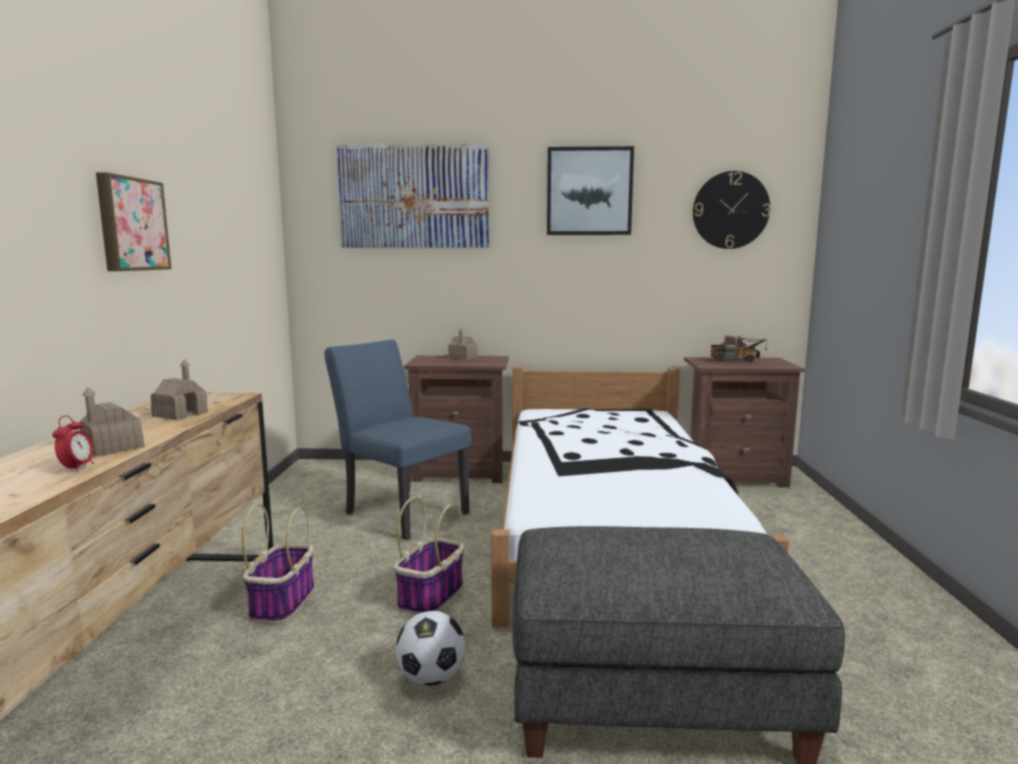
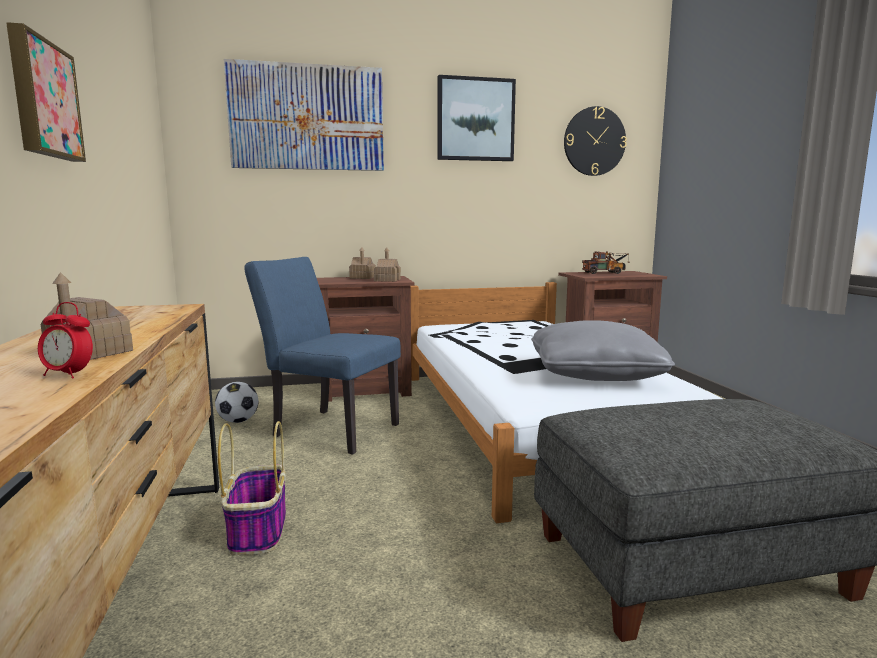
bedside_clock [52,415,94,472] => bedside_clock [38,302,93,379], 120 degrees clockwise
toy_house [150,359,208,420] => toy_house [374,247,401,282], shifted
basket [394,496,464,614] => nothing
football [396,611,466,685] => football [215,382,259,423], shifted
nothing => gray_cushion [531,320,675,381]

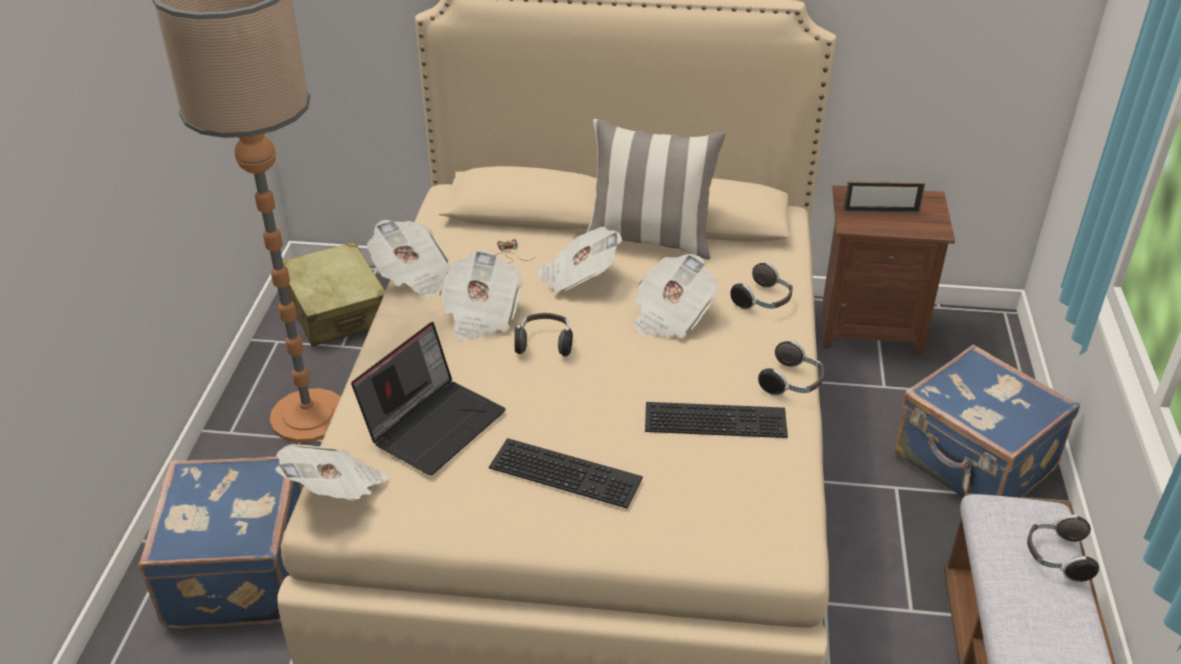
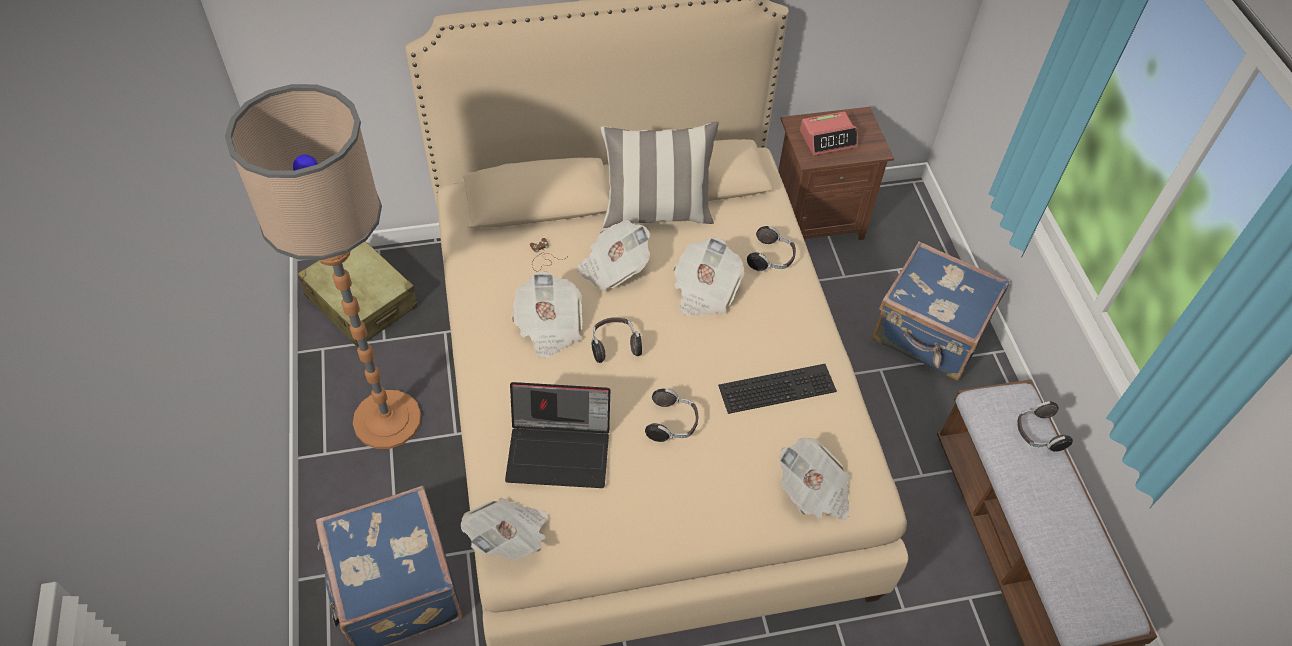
portable_computer [351,322,506,476] => portable_computer [505,382,610,488], 75 degrees clockwise
printed_paper [367,220,451,298] => printed_paper [779,438,850,520], shifted
computer_keyboard [489,438,643,508] => nothing
pair_of_headphones [758,341,824,396] => pair_of_headphones [645,389,698,442], shifted
photo_frame [843,181,925,213] => bedside_clock [800,111,858,156]

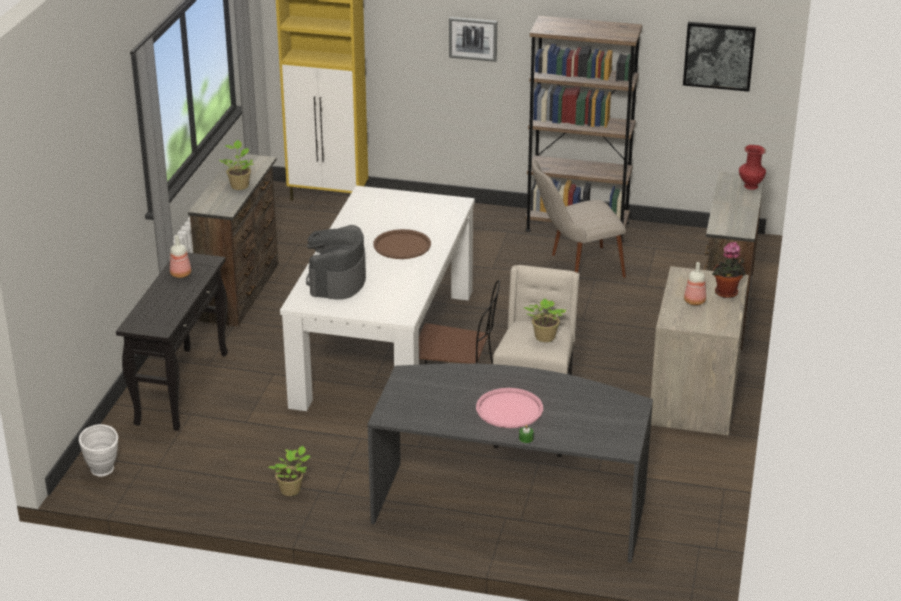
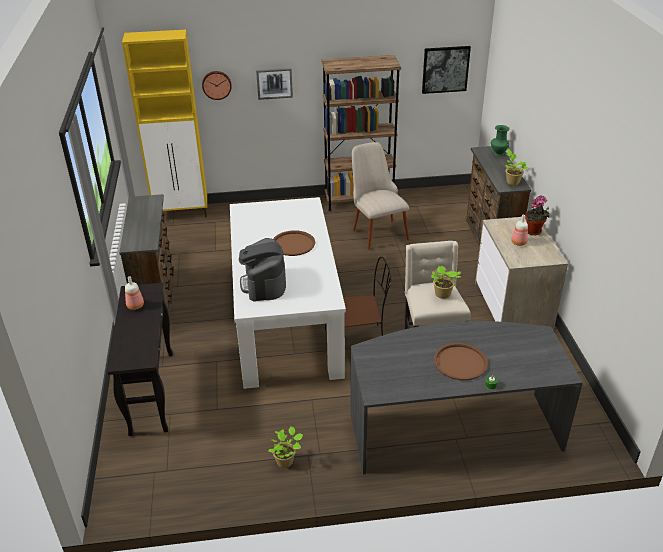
white_vase [79,424,118,476] => nothing
houseplant [219,140,254,190] => houseplant [505,149,528,185], shifted
pink-coloured_serving_tray [476,388,543,428] => brown_serving_tray [434,343,488,380]
sand-coloured_plain_chair [532,159,626,278] => sand-coloured_plain_chair [352,142,409,250], 105 degrees clockwise
reddish_vase [739,145,766,190] => greenish_vase [491,125,510,156]
nothing => hanging_clock [202,71,232,100]

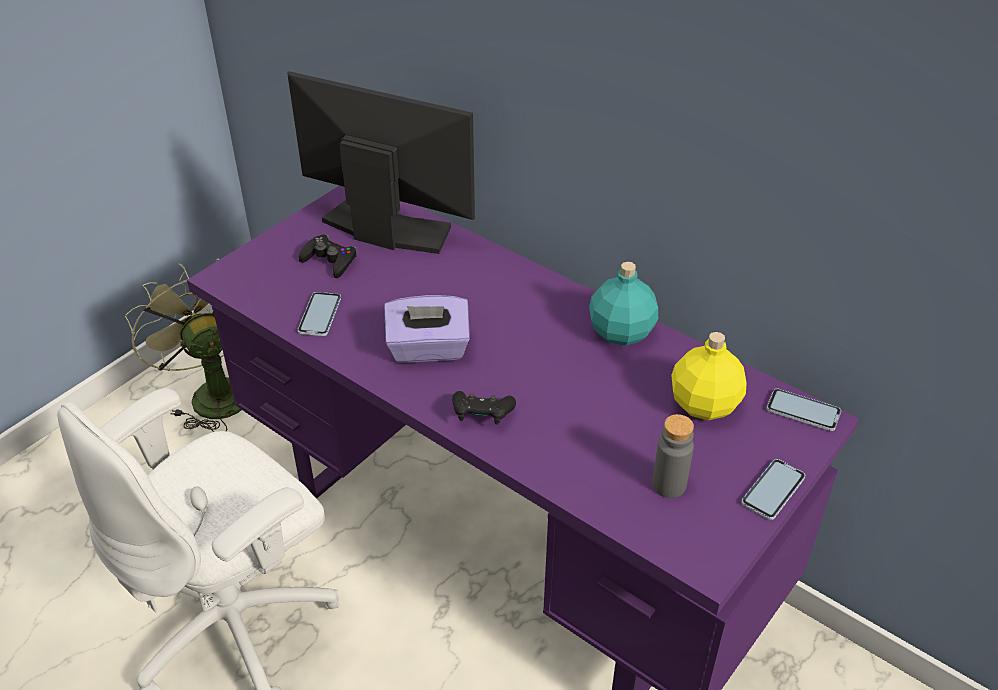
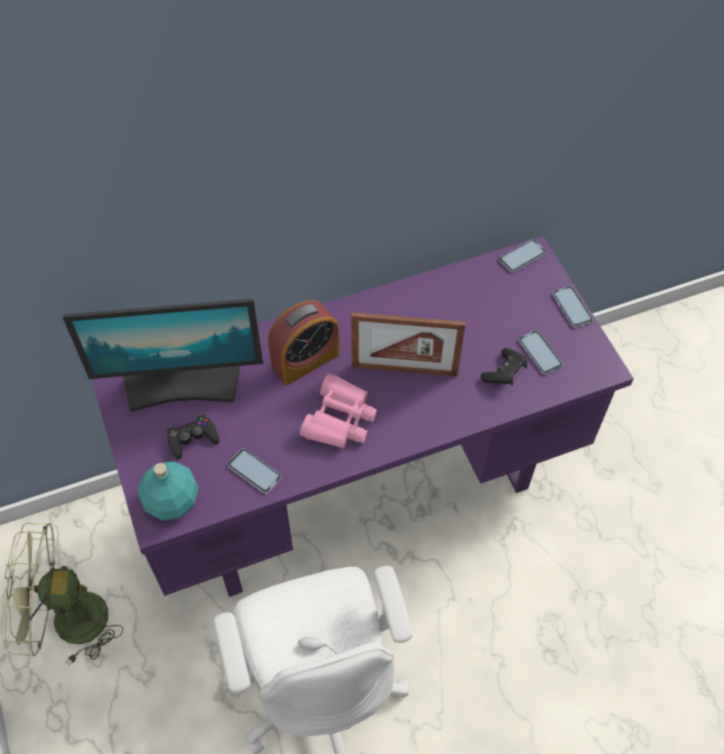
monitor [287,71,475,254] => monitor [62,299,263,412], 150 degrees counterclockwise
purplish_tissue_box [384,295,470,363] => pink-coloured_pair_of_binoculars [300,374,377,449]
blackish_game_controller [452,391,516,425] => blackish_game_controller [481,348,527,385], shifted
turquoise-coloured_drink_bottle [589,262,658,346] => turquoise-coloured_drink_bottle [138,461,199,521], shifted
gray_drink_bottle [652,414,694,498] => phone [518,330,563,375]
yellowish_drink_bottle [671,332,747,420] => nothing
nothing => bedside_clock [268,300,340,385]
nothing => photo_frame [351,312,465,376]

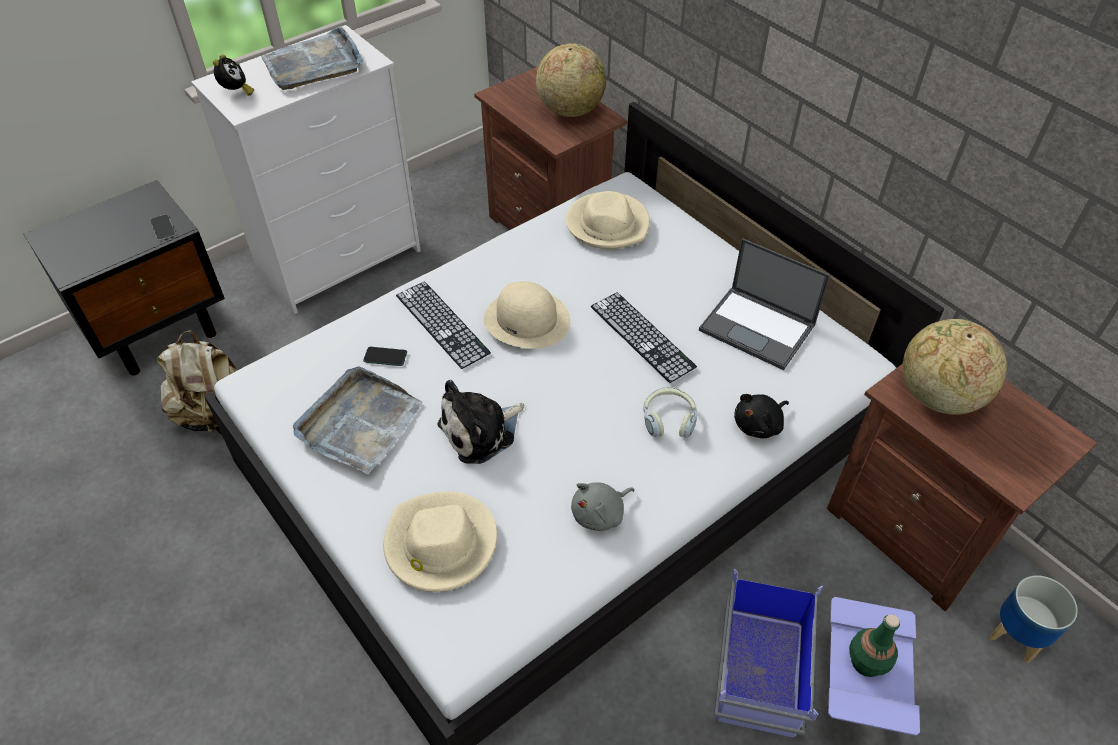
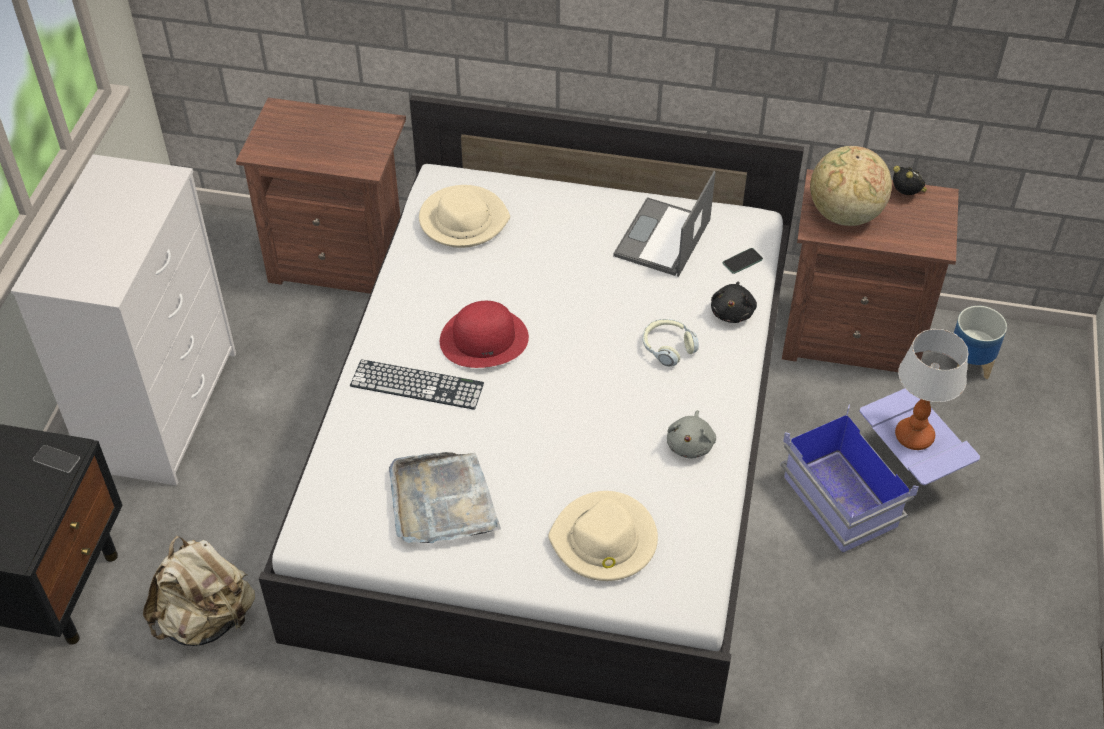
bedside_clock [213,54,254,96] => bedside_clock [893,166,927,195], shifted
gray_serving_tray [261,26,363,90] => nothing
phone [363,347,407,366] => phone [723,248,763,274], shifted
cuddly_toy [437,380,524,464] => nothing
sand-coloured_clothing_hat [484,281,570,349] => reddish_clothing_hat [440,301,529,368]
world_globe [536,43,606,117] => nothing
computer_keyboard [591,292,697,383] => nothing
portable_computer [699,238,830,370] => portable_computer [613,171,716,277], 120 degrees clockwise
greenish_drink_bottle [849,614,900,677] => table_lamp [895,329,969,450]

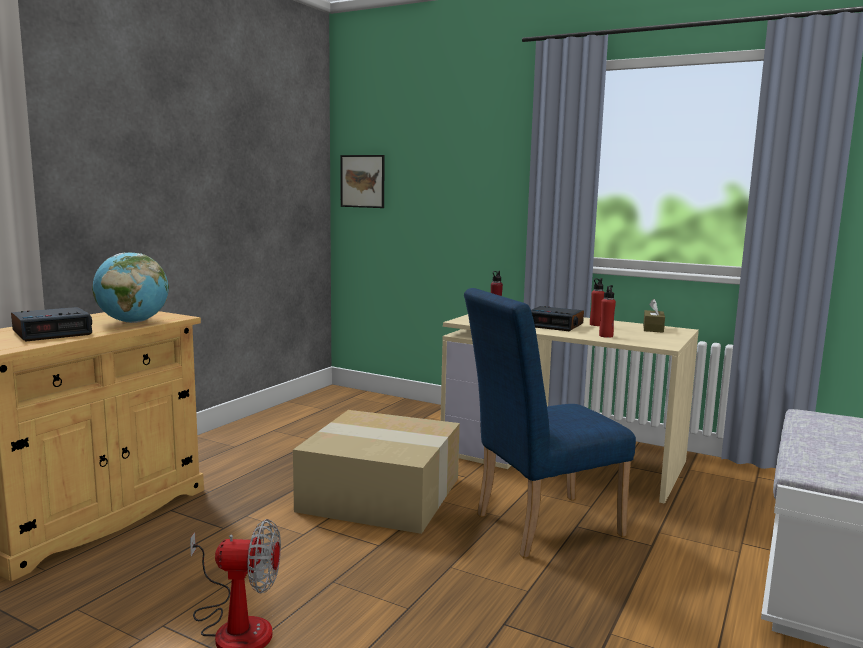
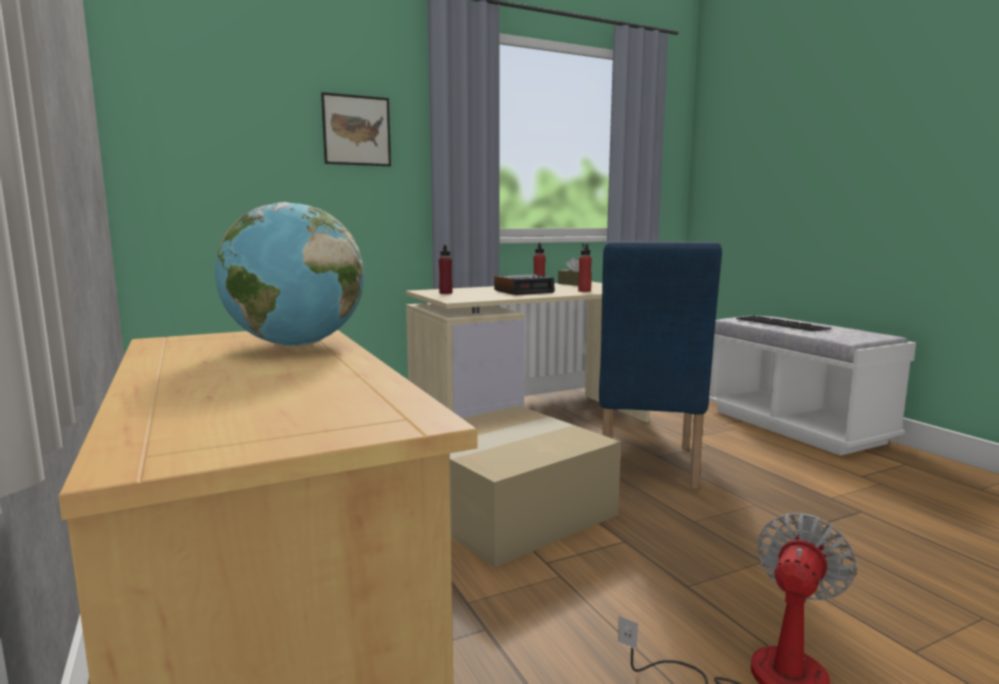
bedside_clock [11,307,92,341] => nothing
wall_art [340,155,385,208] => wall_art [321,92,391,166], shifted
nothing => computer_keyboard [736,316,831,331]

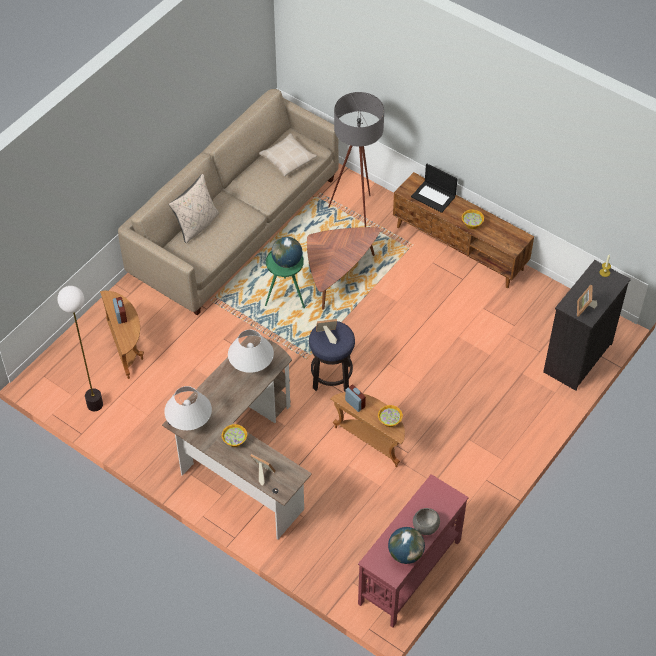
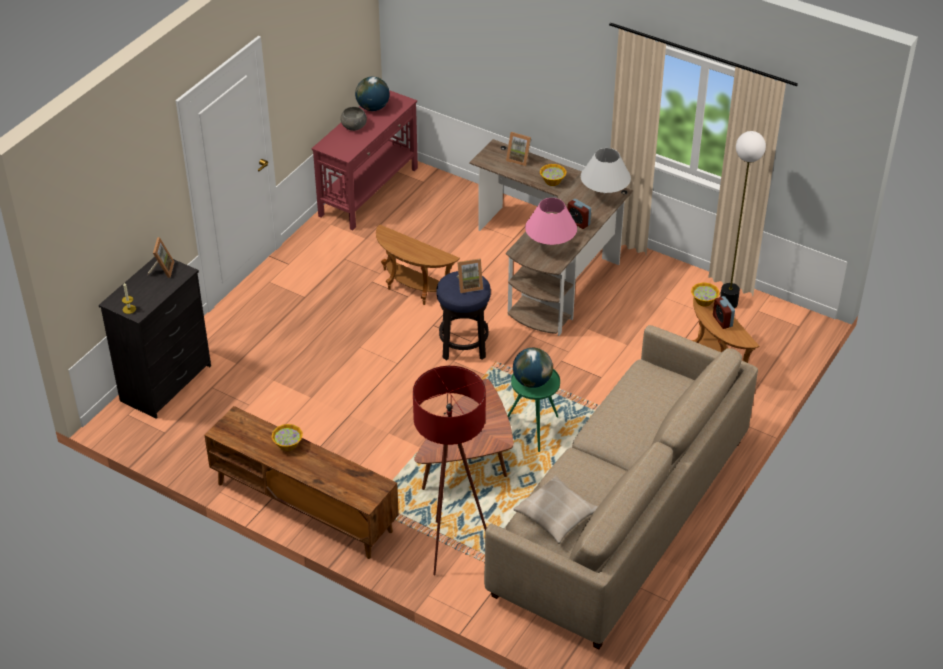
sand-coloured_cushion [169,174,219,243] => nothing
white_table_lamp [228,330,274,373] => pink-coloured_table_lamp [525,198,577,245]
gray_floor_lamp [328,92,384,227] => reddish_floor_lamp [413,366,487,575]
bedside_clock [345,385,366,412] => bedside_clock [567,199,591,229], shifted
deep_dish [378,405,403,427] => deep_dish [691,282,720,306], shifted
portable_computer [411,164,457,213] => nothing

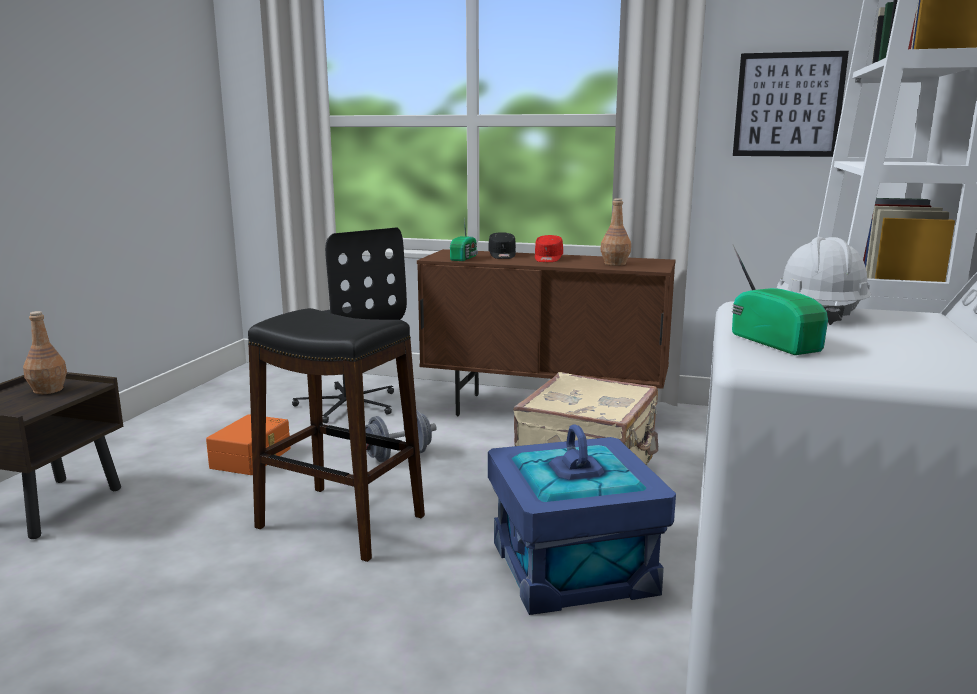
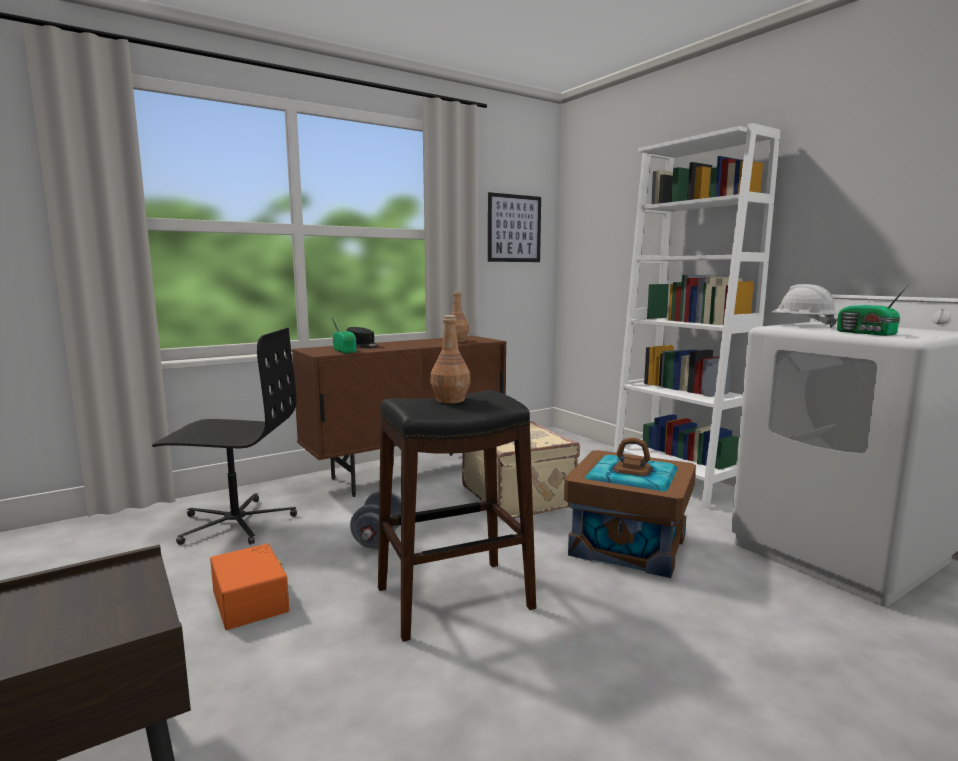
brown_drink_bottle [23,311,67,394] => brown_drink_bottle [431,315,471,404], shifted
blue_storage_container [488,424,676,615] => brown_storage_container [564,438,696,578]
reddish_peaked_cap [535,235,563,262] => nothing
radio_receiver [732,245,828,355] => radio_receiver [837,284,909,336], 135 degrees counterclockwise

